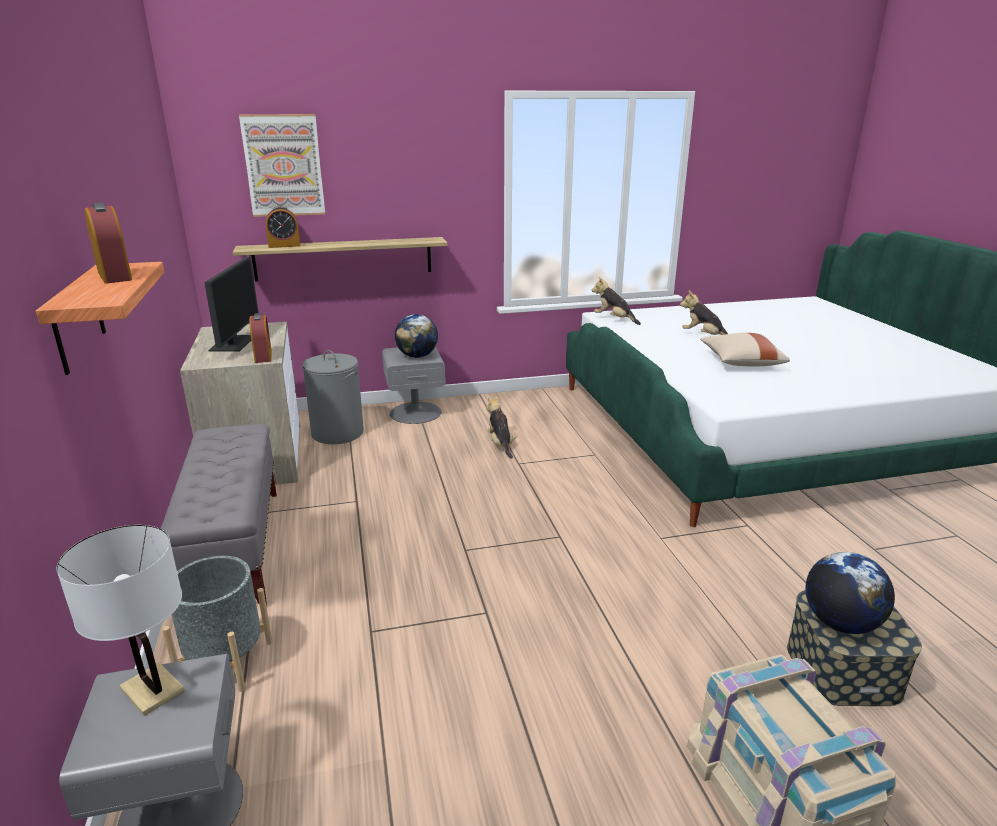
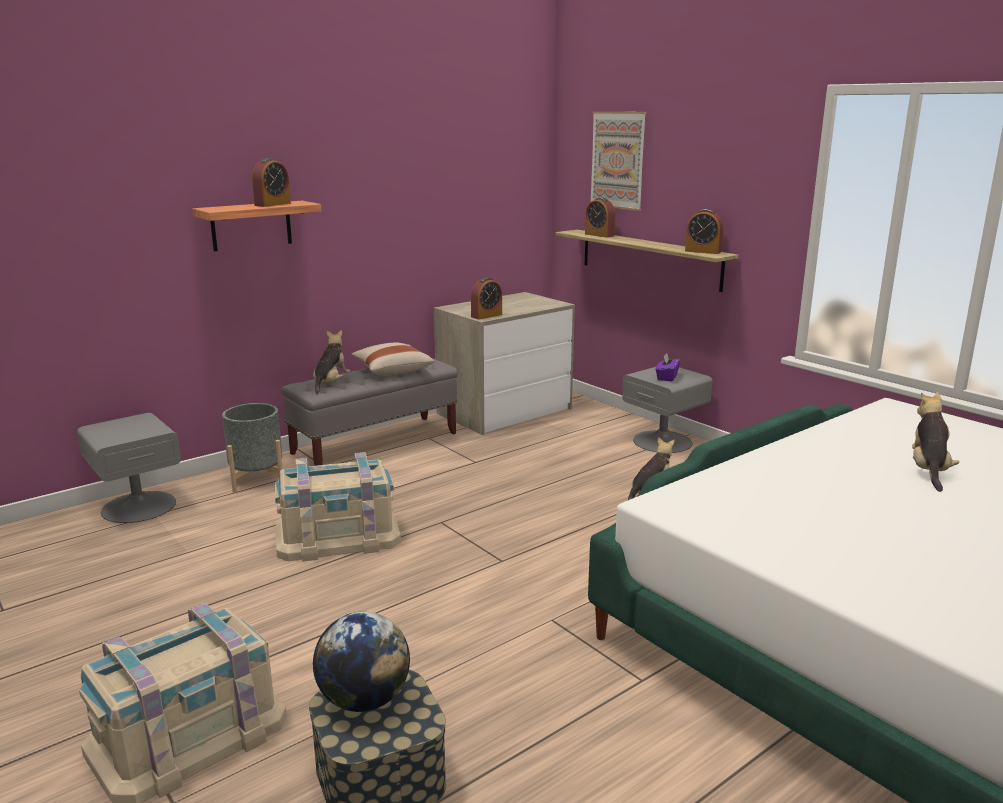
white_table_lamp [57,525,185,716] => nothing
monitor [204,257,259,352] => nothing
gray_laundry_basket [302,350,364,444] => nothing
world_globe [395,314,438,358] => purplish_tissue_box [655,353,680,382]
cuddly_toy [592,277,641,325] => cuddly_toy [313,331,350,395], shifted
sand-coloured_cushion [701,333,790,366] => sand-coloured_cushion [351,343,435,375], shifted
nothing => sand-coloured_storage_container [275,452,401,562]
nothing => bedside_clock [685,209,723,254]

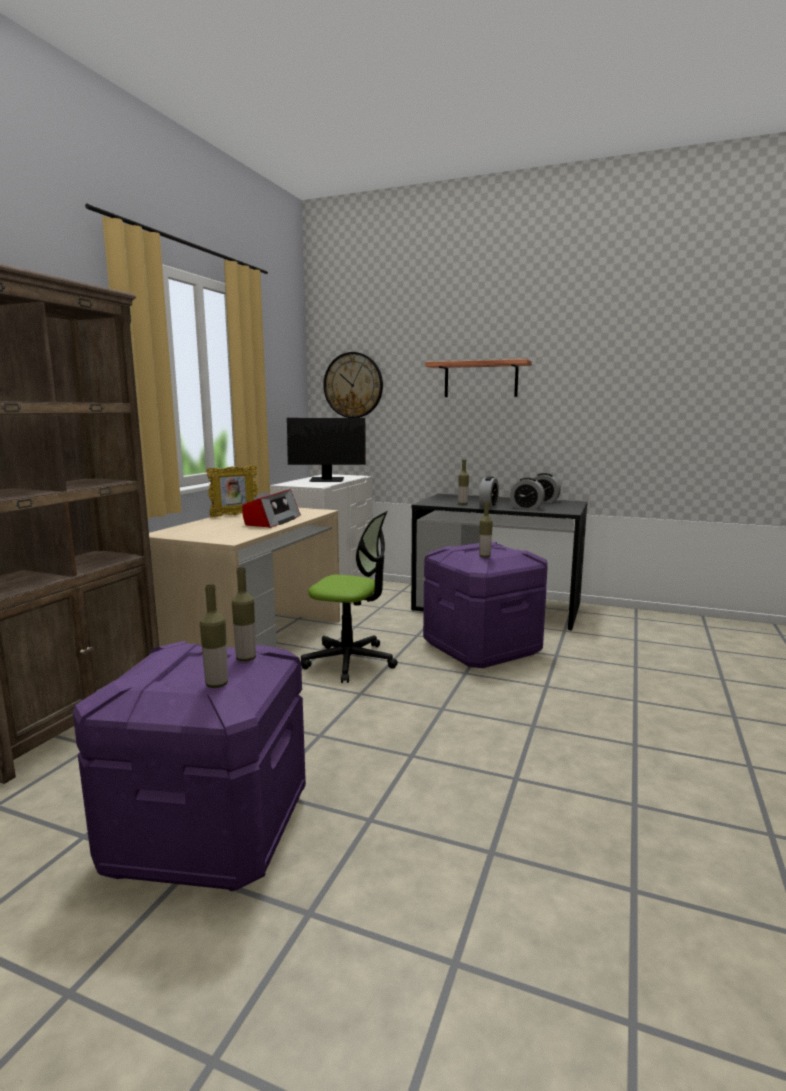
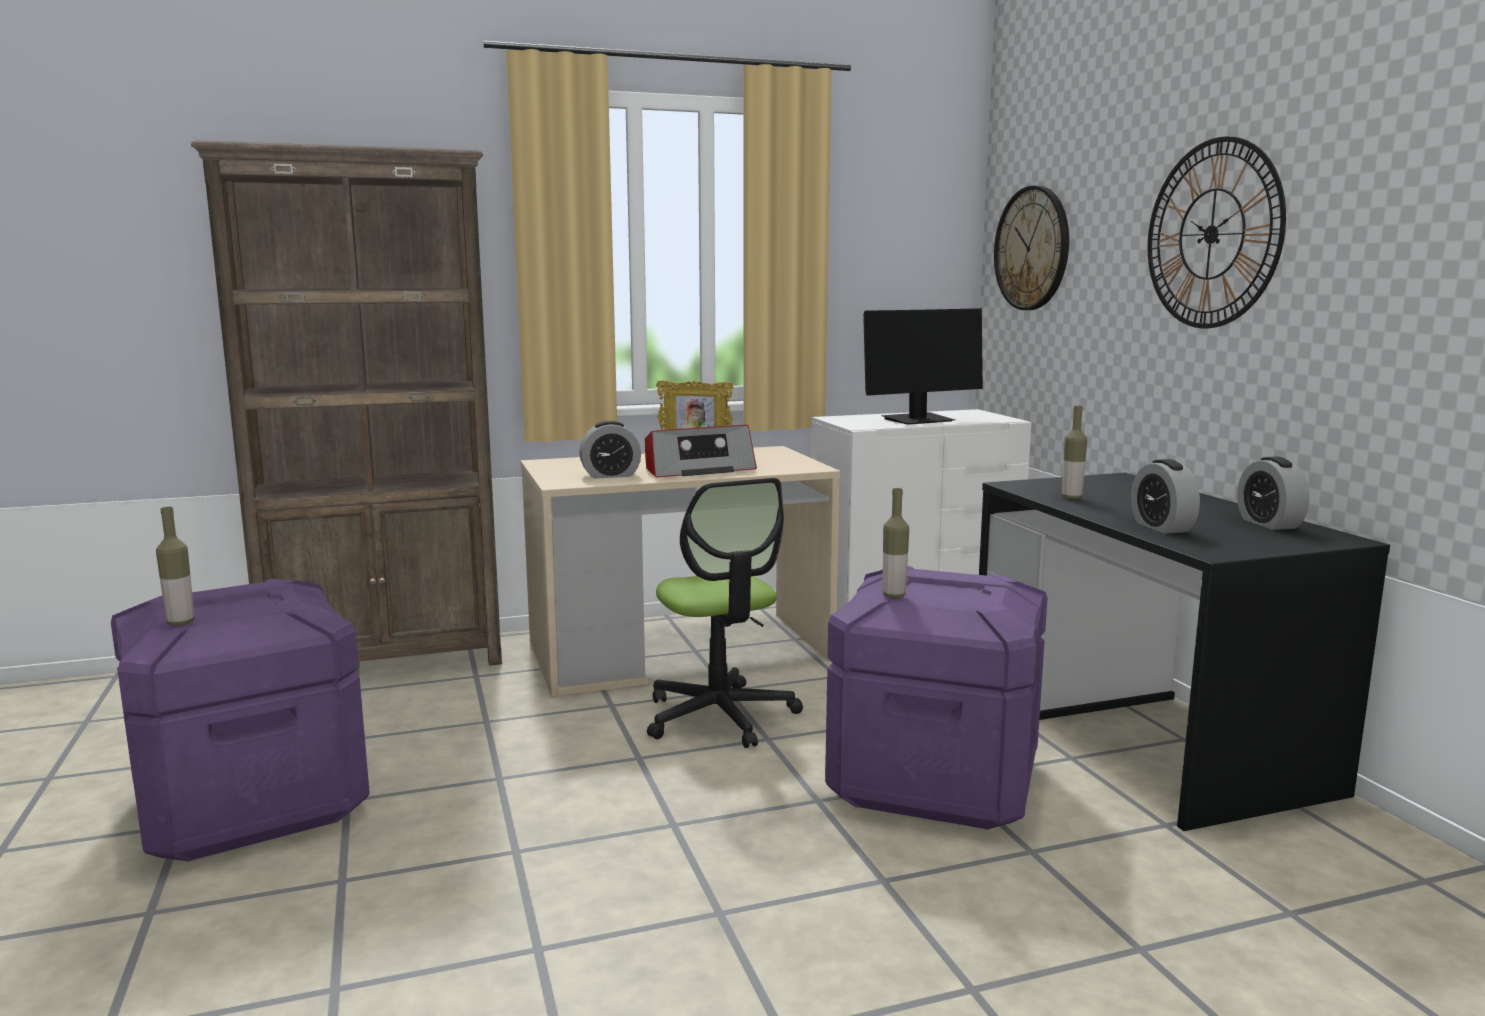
drink_bottle [232,567,256,662] => nothing
monitor [287,418,366,482] => monitor [863,308,983,425], 75 degrees counterclockwise
wall_shelf [425,359,532,397] => hanging_clock [1148,136,1286,328]
bedside_clock [479,476,499,508] => bedside_clock [579,421,641,479], shifted

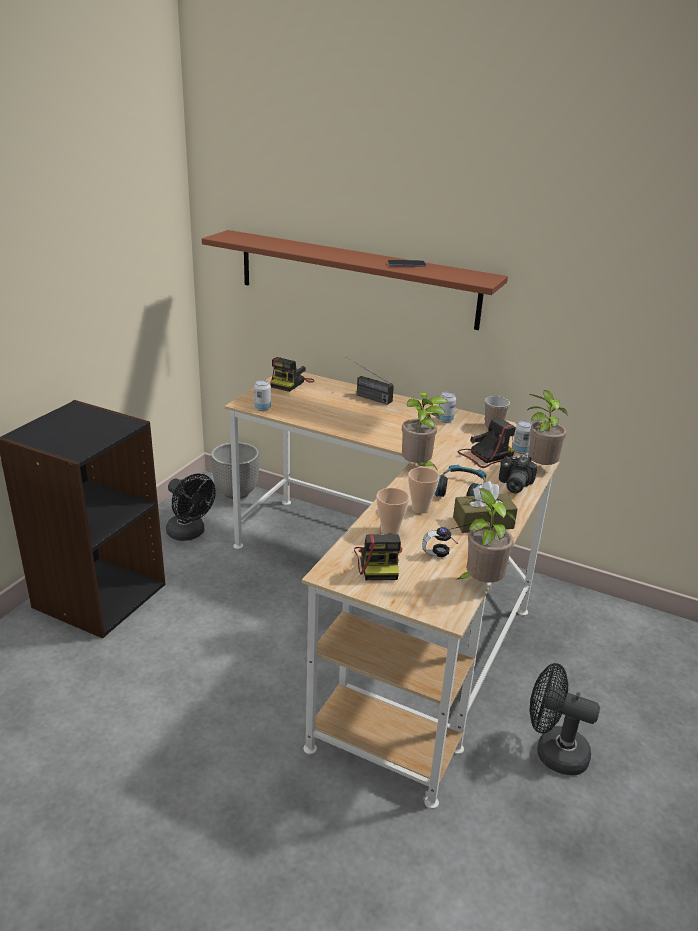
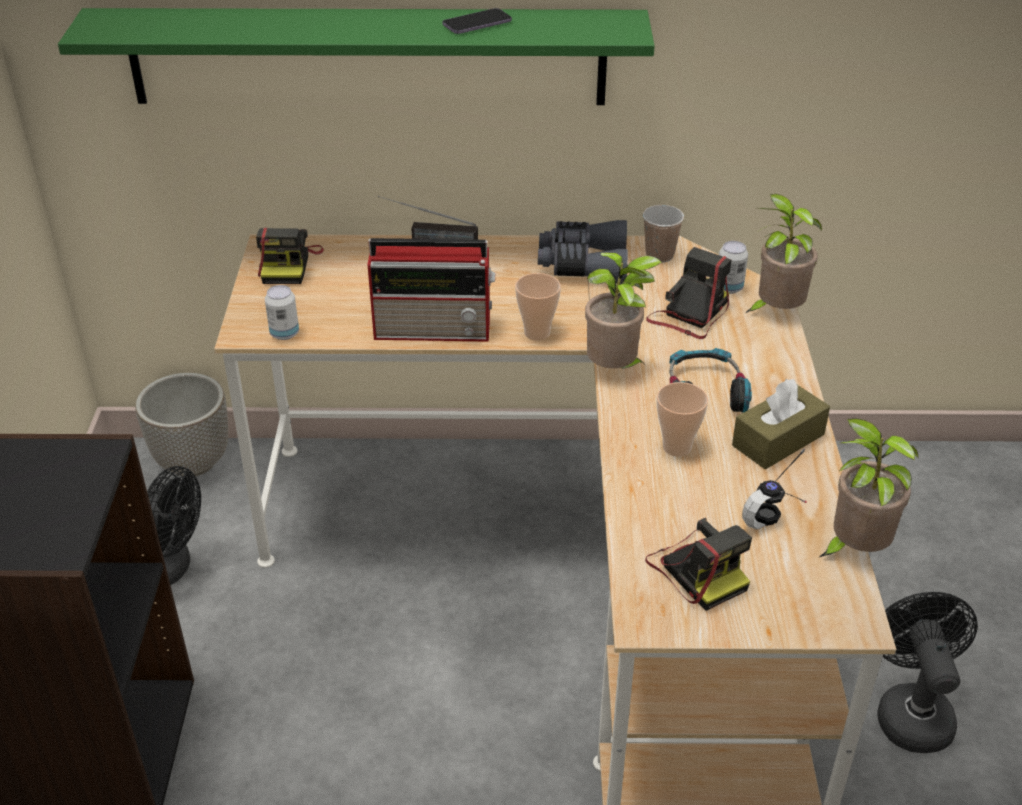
brown_wall_shelf [202,230,508,330] => greenish_wall_shelf [58,8,655,105]
drinking_cup [377,488,409,534] => drinking_cup [515,273,561,341], shifted
sealed_can [438,392,456,423] => gray_pair_of_binoculars [538,220,628,283]
still_camera [499,454,537,493] => nothing
blackish_fan [529,663,600,776] => blackish_fan [878,592,978,753], 90 degrees clockwise
nothing => radio_receiver [368,238,496,342]

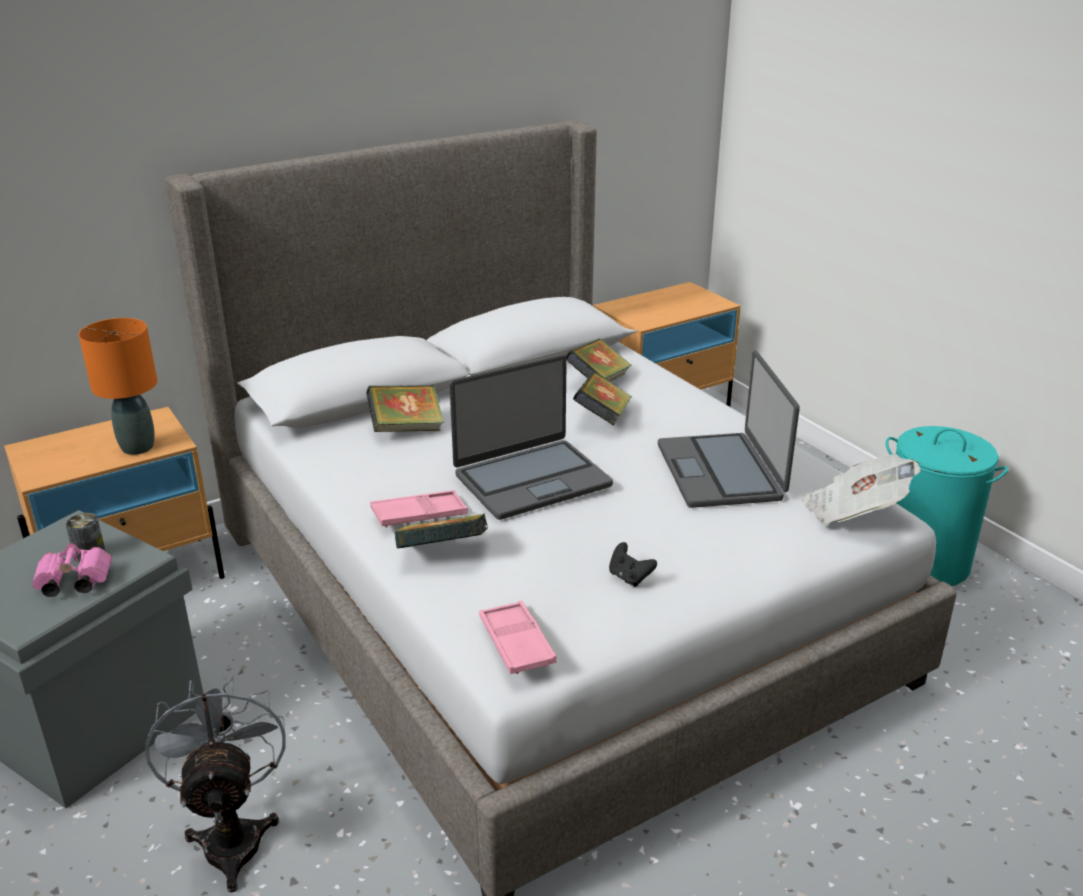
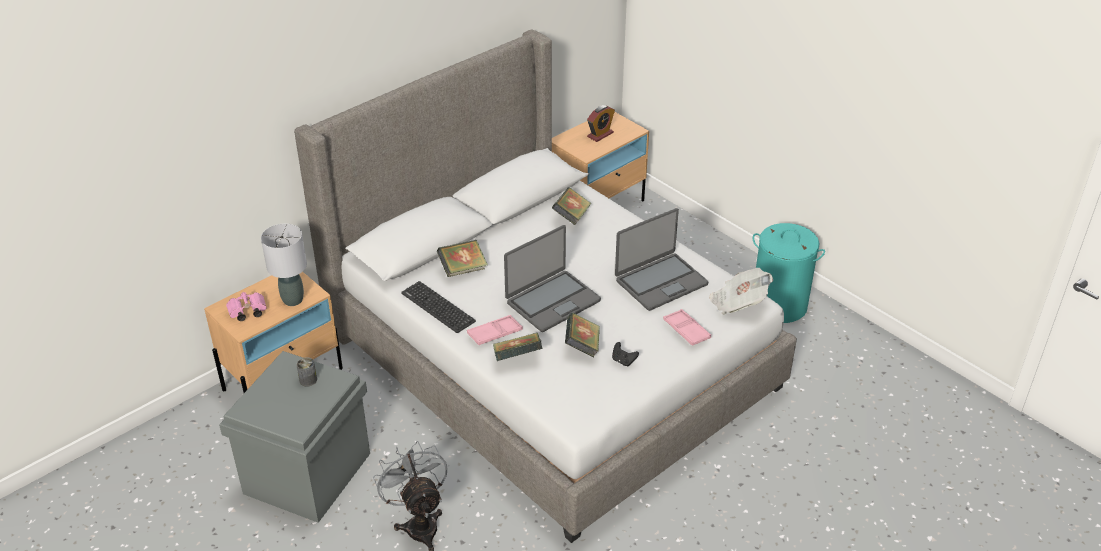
pink-coloured_pair_of_binoculars [32,544,112,597] => pink-coloured_pair_of_binoculars [226,292,267,321], shifted
orange_table_lamp [78,318,157,455] => gray_table_lamp [261,224,307,306]
pink-coloured_serving_tray [479,601,557,674] => pink-coloured_serving_tray [663,309,711,346], shifted
bound_book [573,372,632,426] => bound_book [565,313,600,357], shifted
portable_computer [658,350,800,508] => portable_computer [615,208,708,311], 105 degrees counterclockwise
nothing => computer_keyboard [401,281,476,333]
nothing => bedside_clock [587,105,615,142]

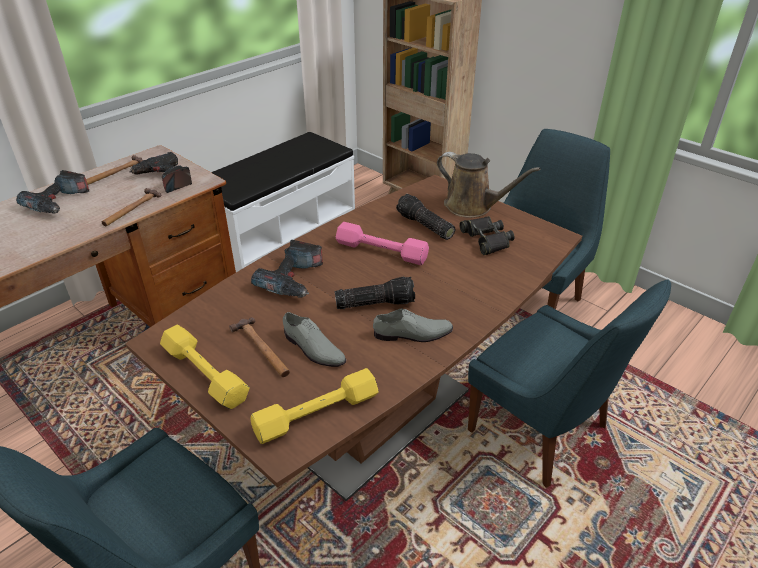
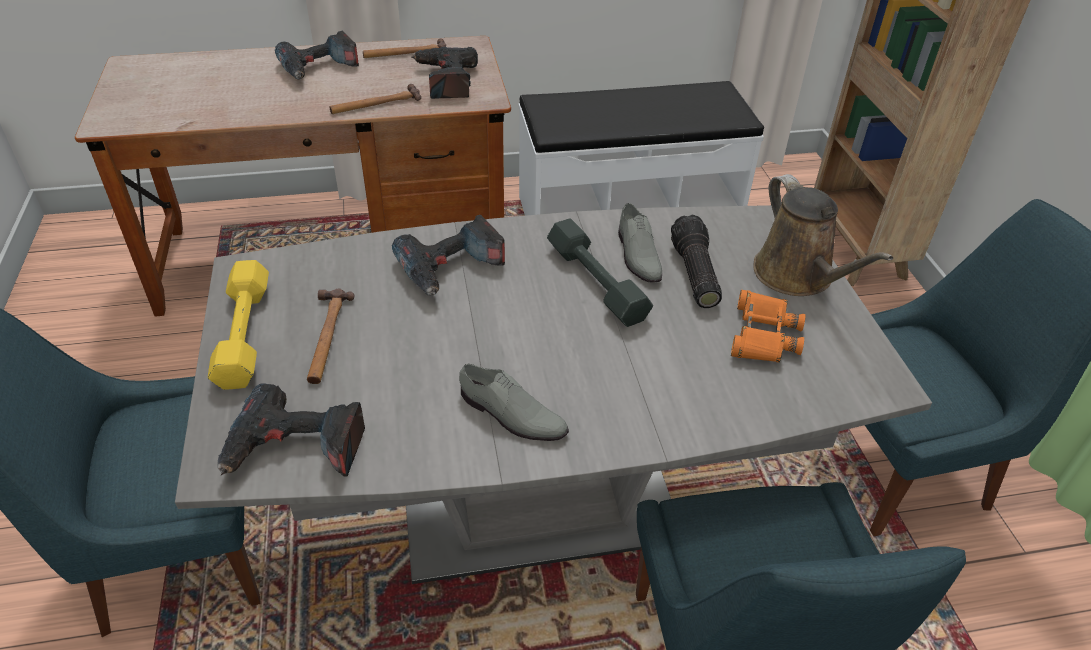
brown_kitchen_table [125,175,582,502] => gray_kitchen_table [175,205,932,584]
yellowish_free_weight [250,368,379,444] => drill [218,383,365,477]
gray_item_of_footwear [283,312,346,367] => gray_item_of_footwear [618,203,662,282], shifted
pink-coloured_free_weight [335,222,429,265] => gray_free_weight [547,218,653,327]
torch [335,277,415,309] => nothing
blackish_pair_of_binoculars [460,216,515,255] => orange_pair_of_binoculars [731,290,805,362]

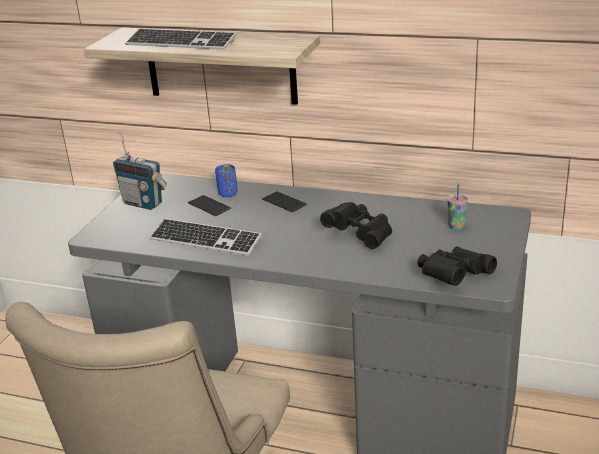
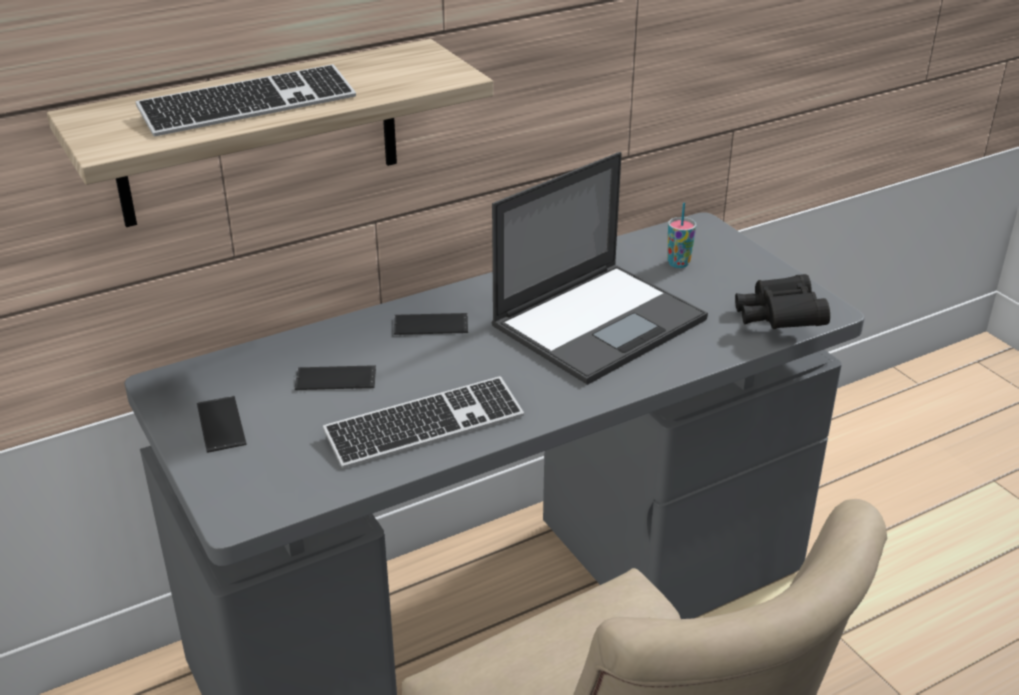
radio_receiver [113,132,167,210] => phone [197,396,247,453]
blue_drinking_cup [215,164,238,197] => nothing
blackish_pair_of_binoculars [320,202,392,249] => portable_computer [492,152,708,385]

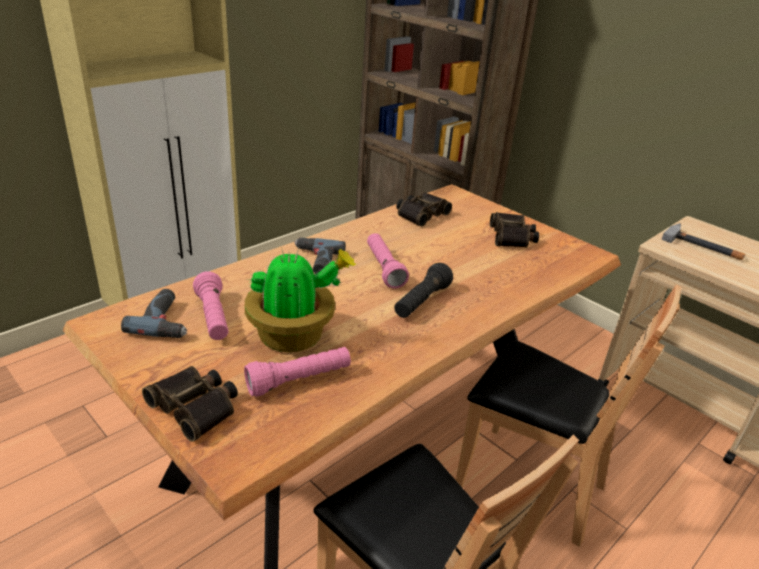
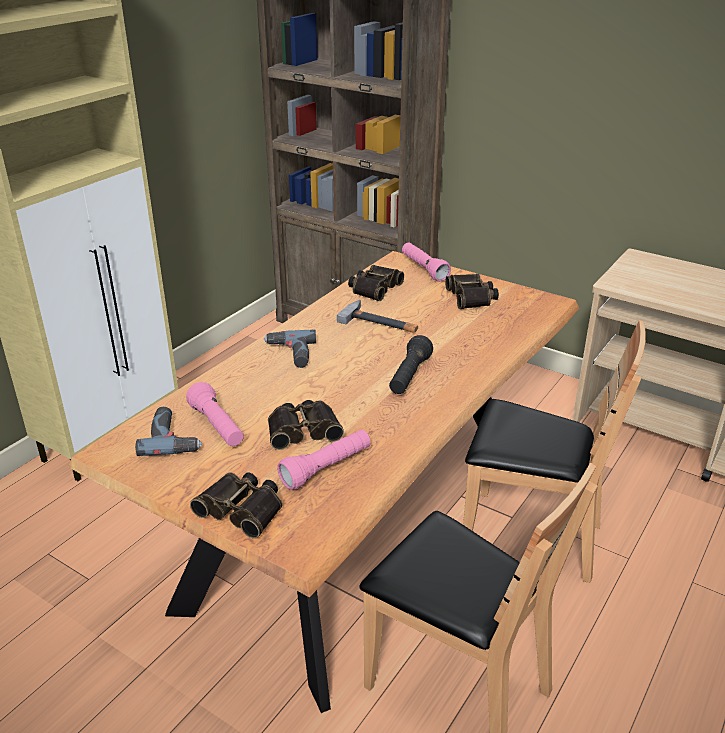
houseplant [245,247,356,352] => pair_of_binoculars [268,400,344,450]
pink-coloured_torch [367,233,409,289] => pink-coloured_torch [402,243,451,281], shifted
hammer [662,223,745,260] => hammer [337,300,418,333], shifted

